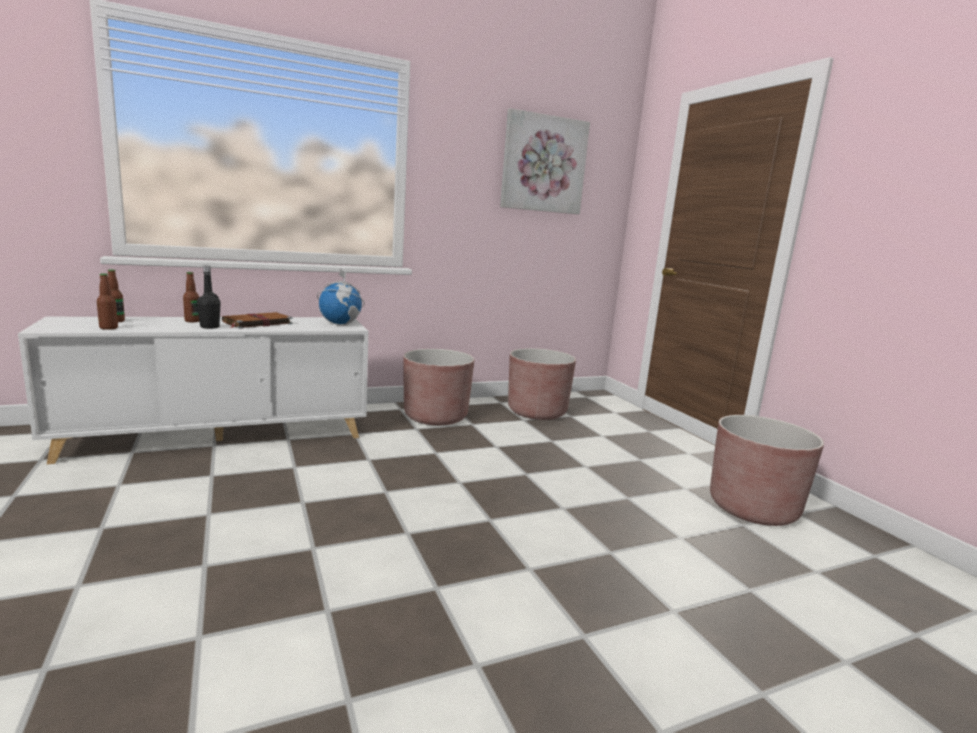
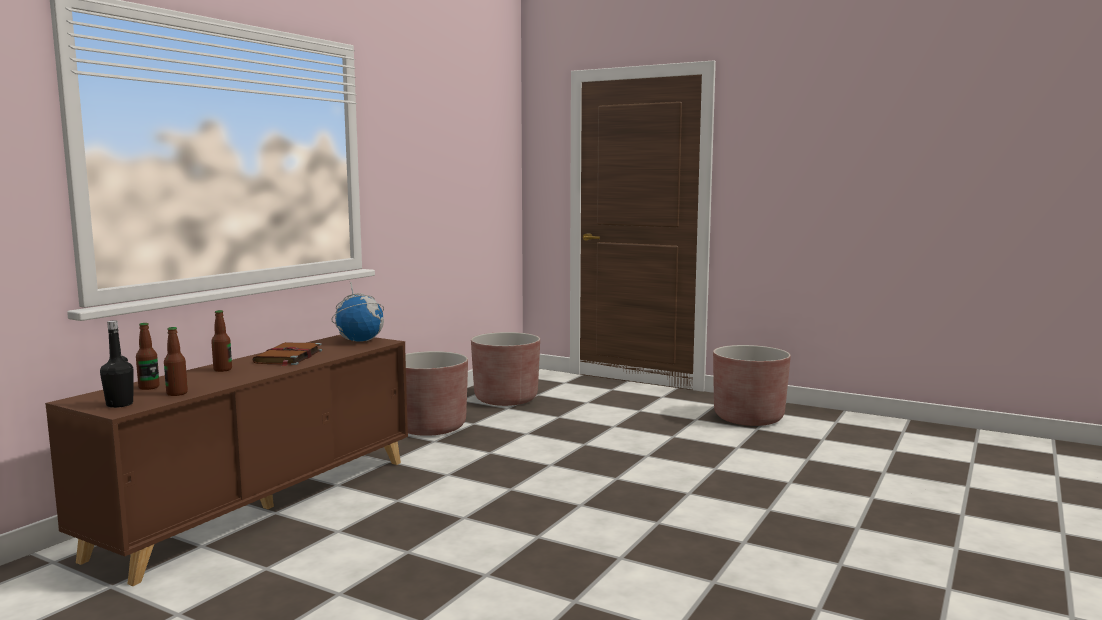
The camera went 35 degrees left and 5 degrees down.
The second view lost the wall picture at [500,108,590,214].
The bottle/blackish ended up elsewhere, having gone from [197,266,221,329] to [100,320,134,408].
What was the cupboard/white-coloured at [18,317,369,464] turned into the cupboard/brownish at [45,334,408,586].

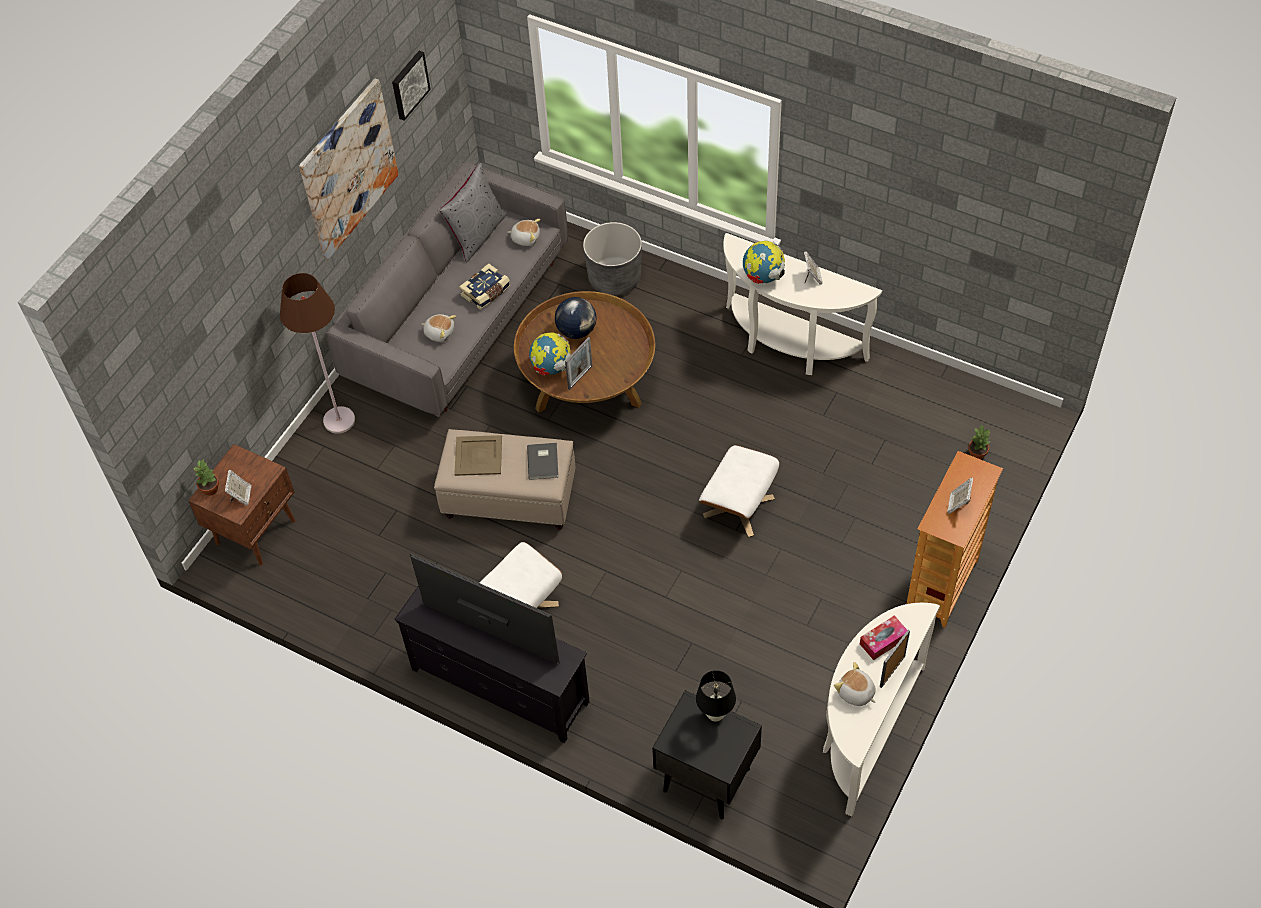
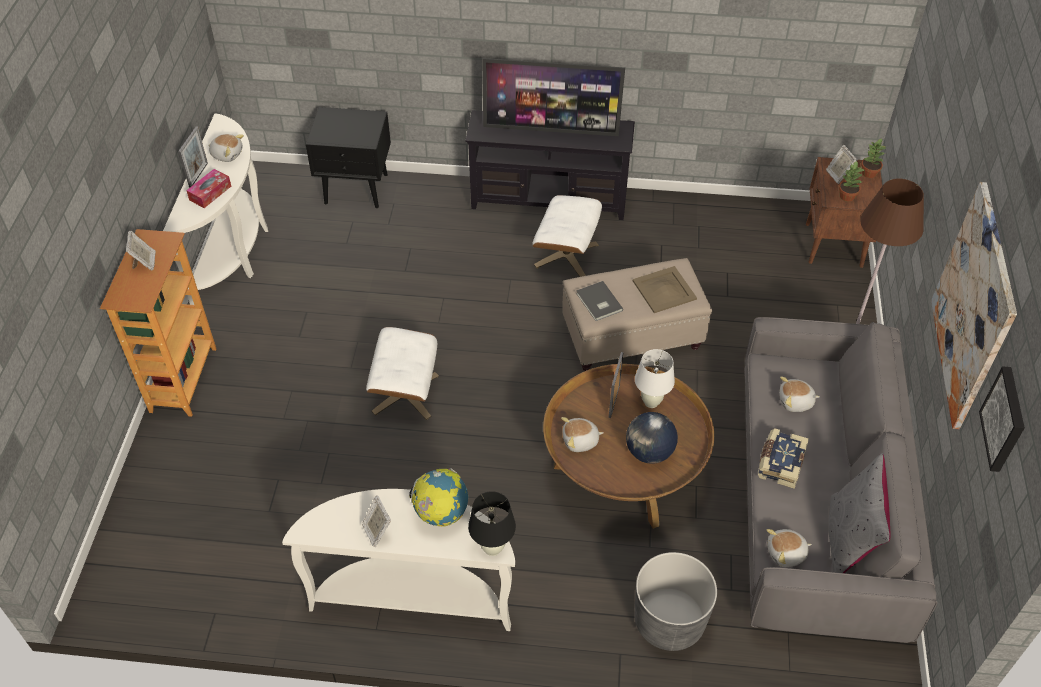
The camera went 155 degrees right and 5 degrees down.
The second view gained the plush toy at [561,417,604,452].
The lamp for a table/blackish ended up elsewhere, having gone from [696,670,736,722] to [468,491,516,556].
The plant in a pot ended up elsewhere, having gone from [968,425,990,460] to [839,161,864,202].
Where the world globe stood at [529,332,571,376], the lamp for a table/white-coloured came to stand at [635,349,675,408].

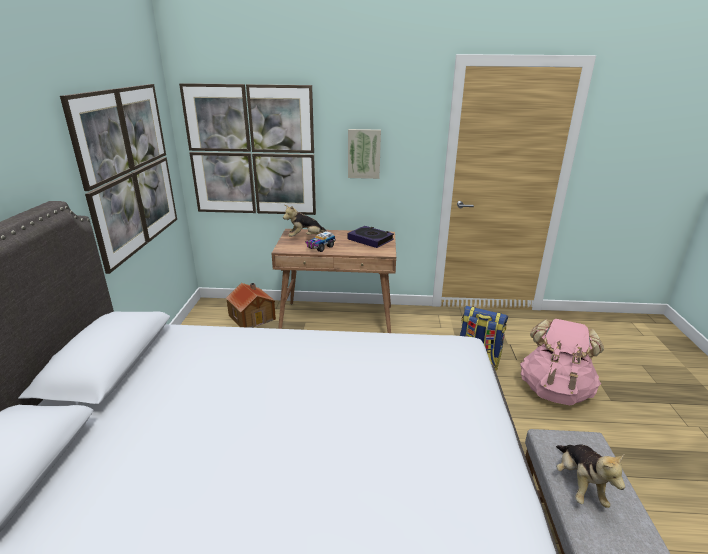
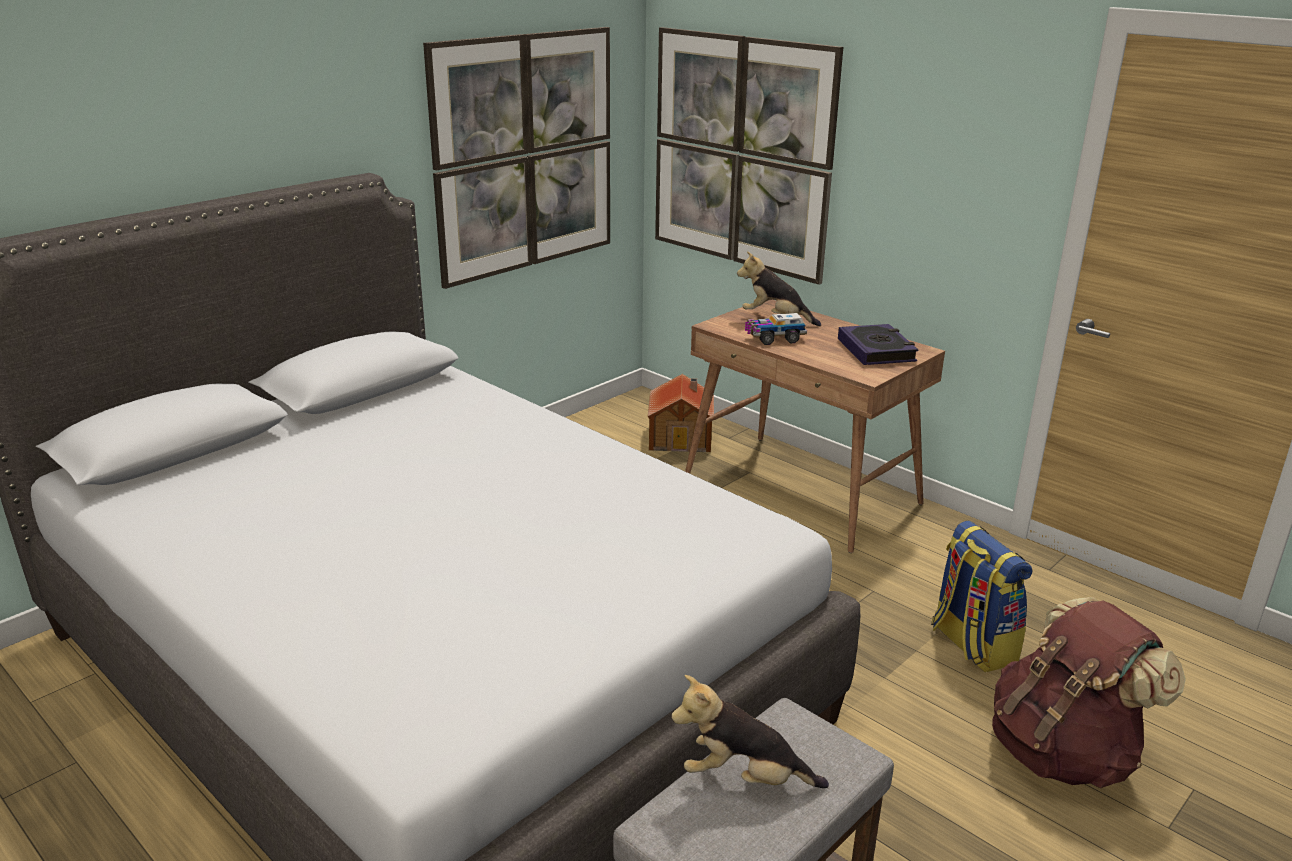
The camera went 40 degrees right and 0 degrees up.
The second view lost the wall picture at [348,129,381,179].
What was the backpack/pink-coloured at [520,319,604,405] turned into the backpack/brownish at [992,597,1186,788].
The plush toy at [556,444,625,508] ended up facing another way, 60 degrees clockwise from before.

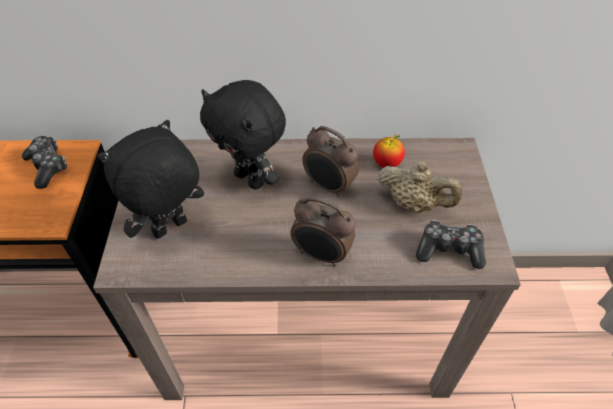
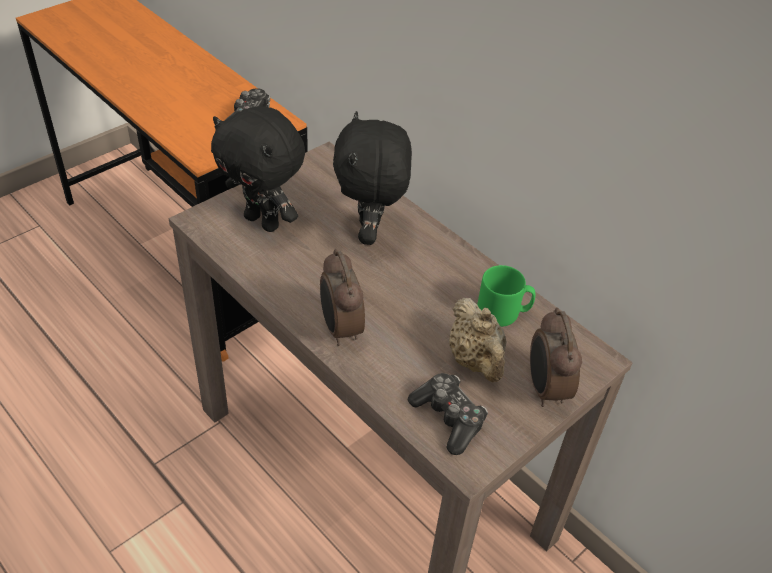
The camera went 45 degrees right and 5 degrees down.
The alarm clock ended up elsewhere, having gone from [302,126,359,198] to [530,308,582,407].
Where the apple stood at [373,134,405,168], the coffee mug/green-coloured came to stand at [477,265,536,327].
The plush toy/blackish at [97,120,204,239] ended up facing another way, 150 degrees counterclockwise from before.

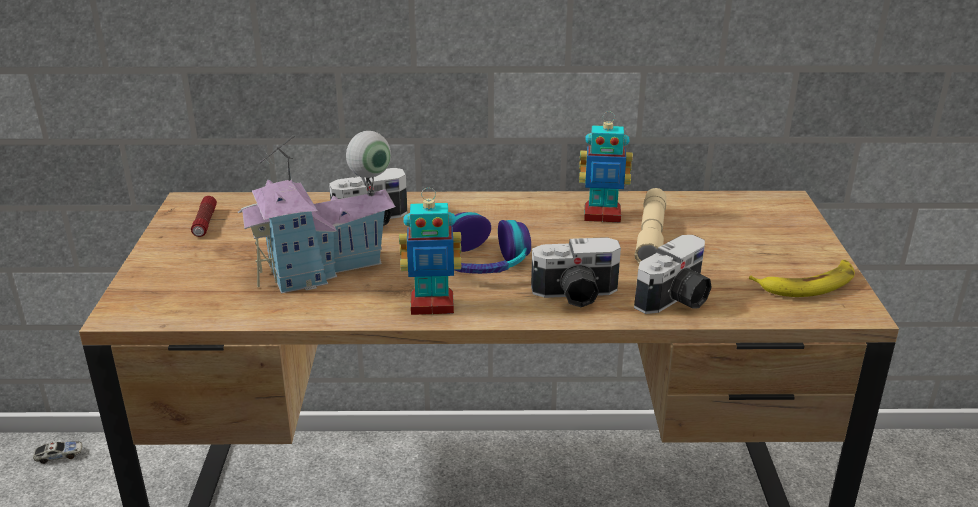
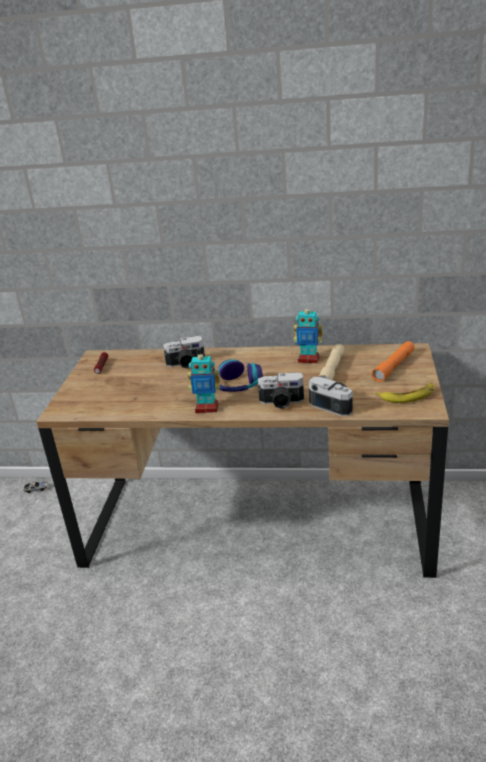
The camera went 10 degrees right and 0 degrees up.
The second view lost the model house at [238,131,395,293].
The second view gained the flashlight/orange at [371,341,415,382].
The photo camera at [634,235,712,314] ended up facing another way, 105 degrees counterclockwise from before.

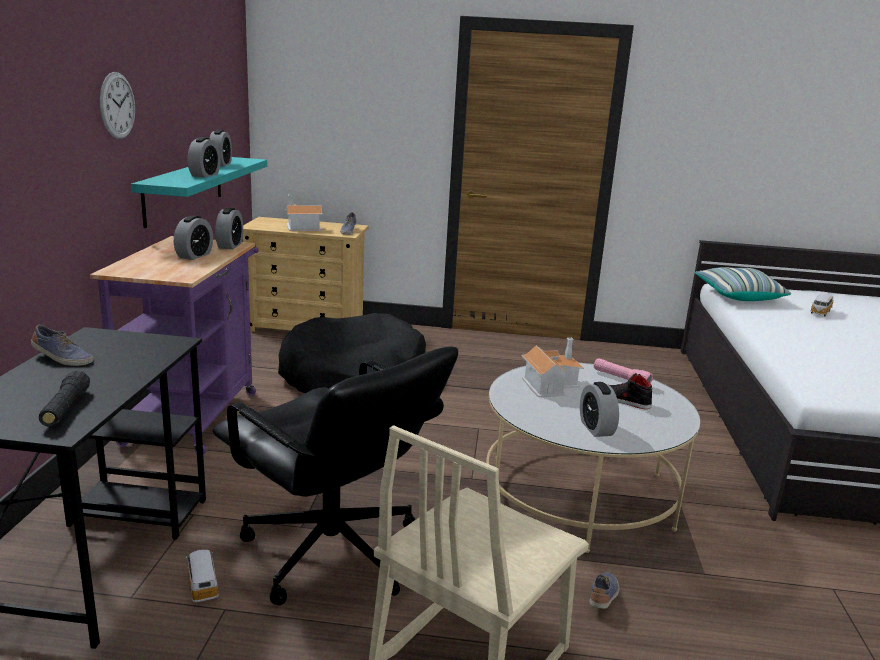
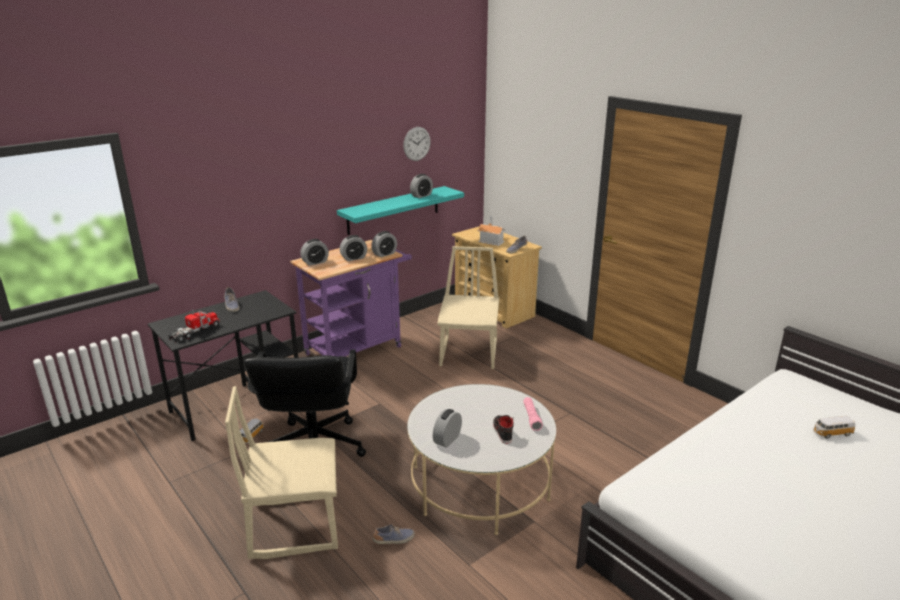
The camera went 45 degrees right and 5 degrees up.
The second view lost the model house at [522,338,584,397].
The second view lost the cushion at [694,267,791,301].
The wall clock ended up elsewhere, having gone from [100,72,135,139] to [403,127,431,161].
The alarm clock ended up elsewhere, having gone from [188,137,221,178] to [300,239,329,266].
Where the flashlight/blackish stood at [39,371,90,427], the toy lorry came to stand at [168,309,220,343].
Where the pet bed/blackish stood at [278,313,426,393], the upright chair/sand-coloured came to stand at [437,246,499,369].

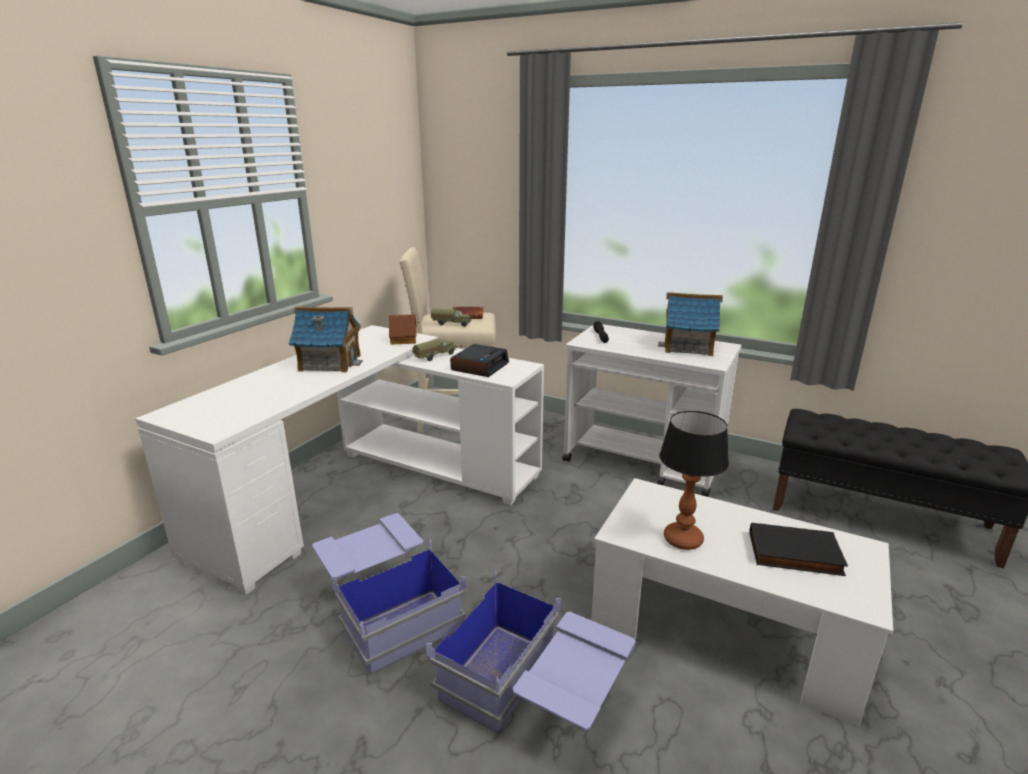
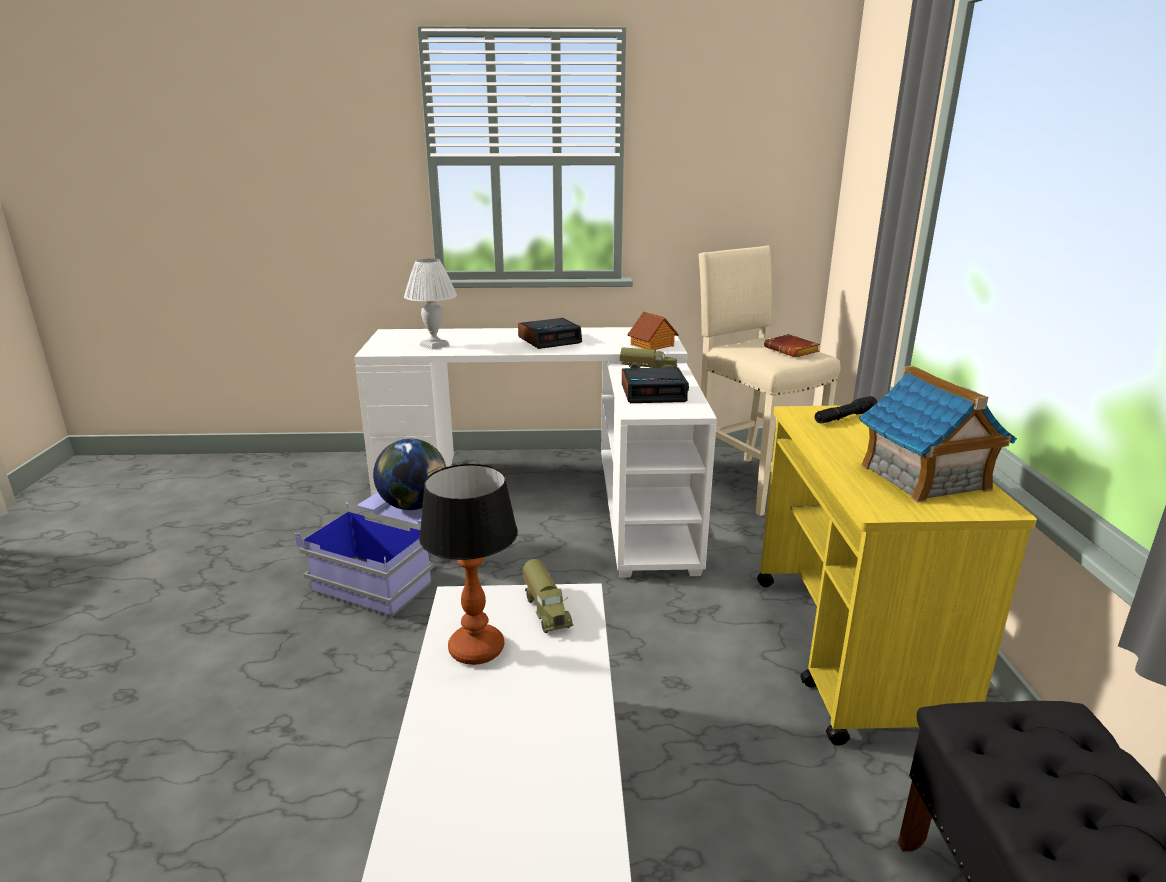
The camera went 60 degrees right and 0 degrees up.
The second view lost the storage box/blue at [426,571,635,733].
The second view lost the book/blackish at [749,523,848,576].
The second view gained the world globe at [373,439,446,510].
The second view gained the lamp for a table/white-coloured at [404,258,457,350].
The toy lorry ended up elsewhere, having gone from [431,308,471,327] to [522,559,573,633].
Where the model house stood at [289,306,363,372], the alarm clock came to stand at [518,318,582,349].
What was the cart/white-coloured at [562,324,742,497] turned into the cart/yellowish at [757,406,1037,746].

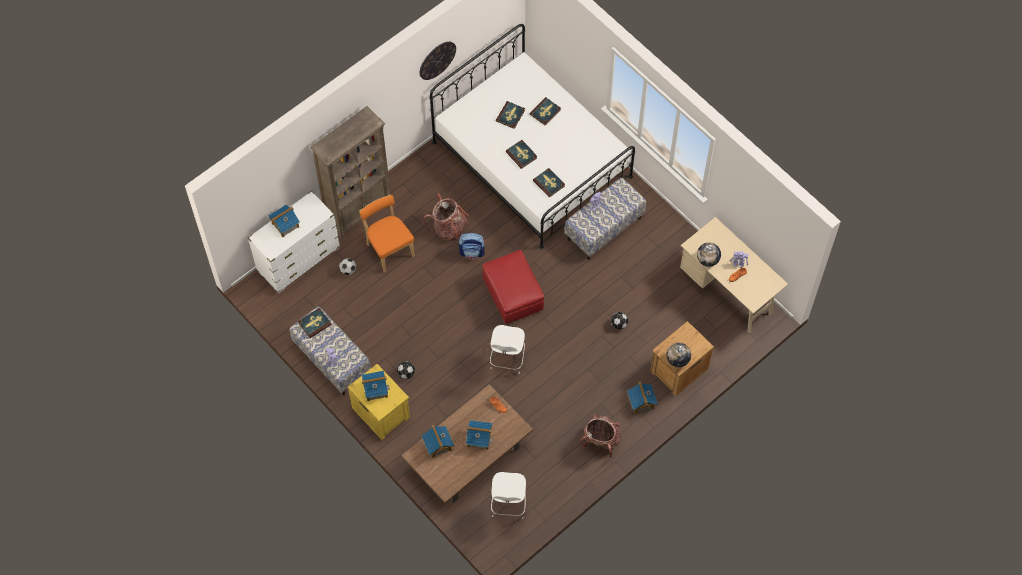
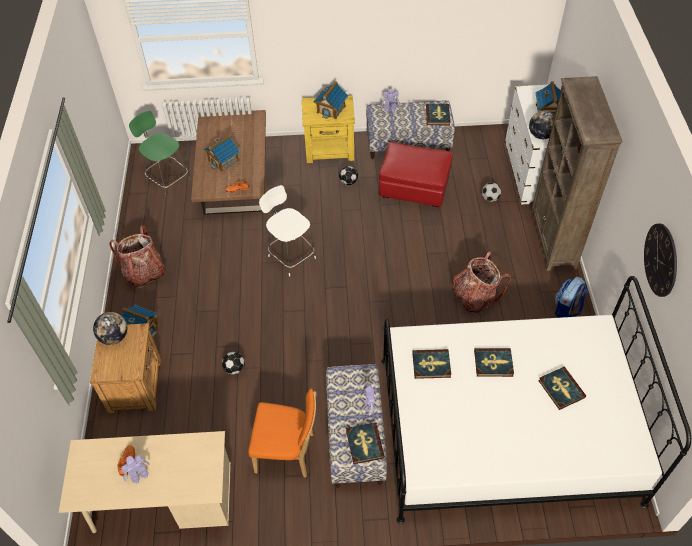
The camera went 130 degrees right and 10 degrees down.
The second view lost the model house at [421,425,454,458].
The upright chair/orange ended up elsewhere, having gone from [359,195,415,272] to [248,389,317,478].
The backpack ended up elsewhere, having gone from [459,233,485,259] to [554,277,588,318].
The ottoman/reddish ended up elsewhere, having gone from [483,250,544,324] to [379,142,453,207].
The book ended up elsewhere, having gone from [530,97,561,126] to [346,422,385,464].
The world globe ended up elsewhere, having gone from [697,242,721,267] to [529,111,555,139].
What was the upright chair/white-coloured at [491,472,526,519] turned into the upright chair/green-coloured at [129,111,191,197].

